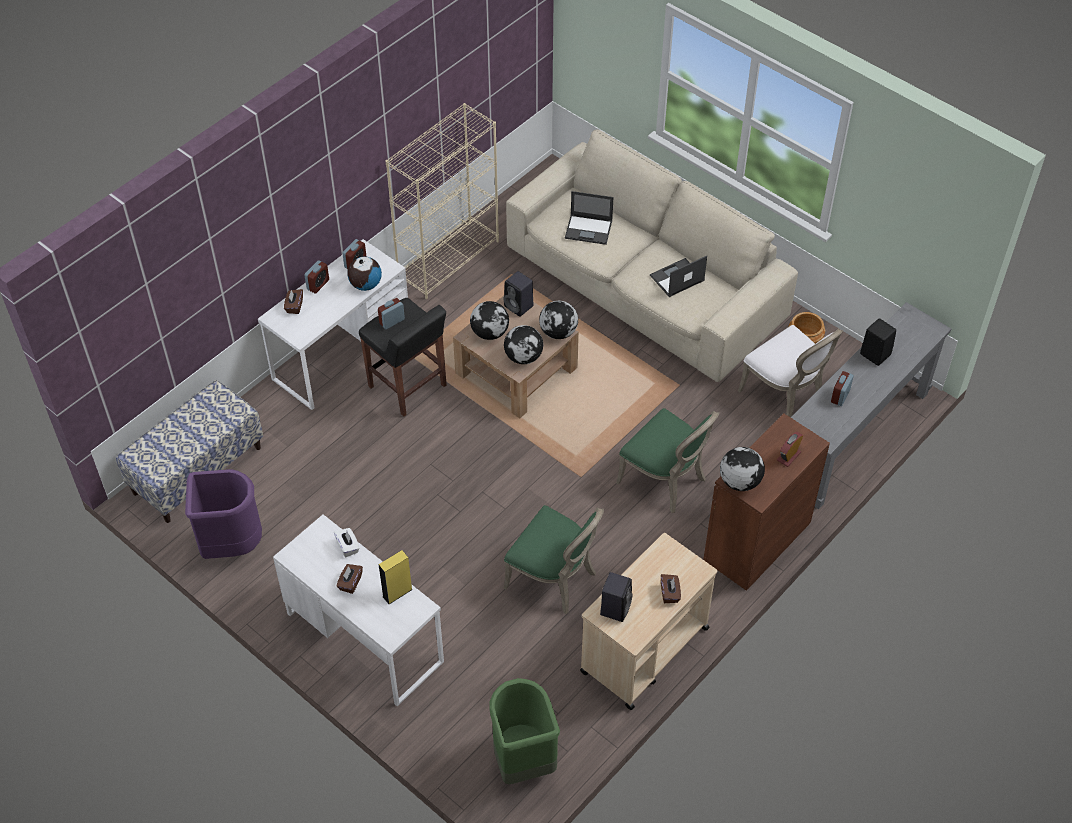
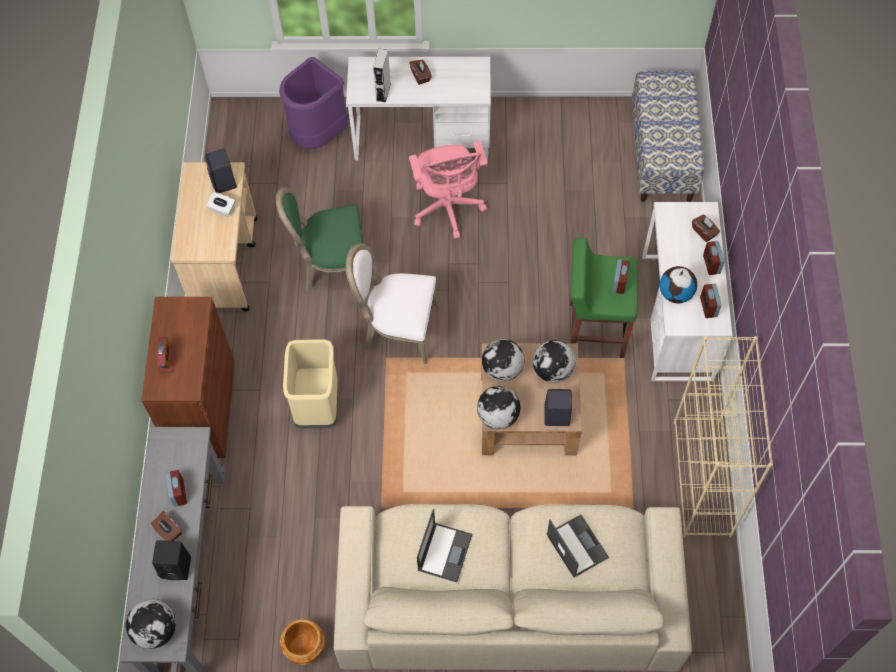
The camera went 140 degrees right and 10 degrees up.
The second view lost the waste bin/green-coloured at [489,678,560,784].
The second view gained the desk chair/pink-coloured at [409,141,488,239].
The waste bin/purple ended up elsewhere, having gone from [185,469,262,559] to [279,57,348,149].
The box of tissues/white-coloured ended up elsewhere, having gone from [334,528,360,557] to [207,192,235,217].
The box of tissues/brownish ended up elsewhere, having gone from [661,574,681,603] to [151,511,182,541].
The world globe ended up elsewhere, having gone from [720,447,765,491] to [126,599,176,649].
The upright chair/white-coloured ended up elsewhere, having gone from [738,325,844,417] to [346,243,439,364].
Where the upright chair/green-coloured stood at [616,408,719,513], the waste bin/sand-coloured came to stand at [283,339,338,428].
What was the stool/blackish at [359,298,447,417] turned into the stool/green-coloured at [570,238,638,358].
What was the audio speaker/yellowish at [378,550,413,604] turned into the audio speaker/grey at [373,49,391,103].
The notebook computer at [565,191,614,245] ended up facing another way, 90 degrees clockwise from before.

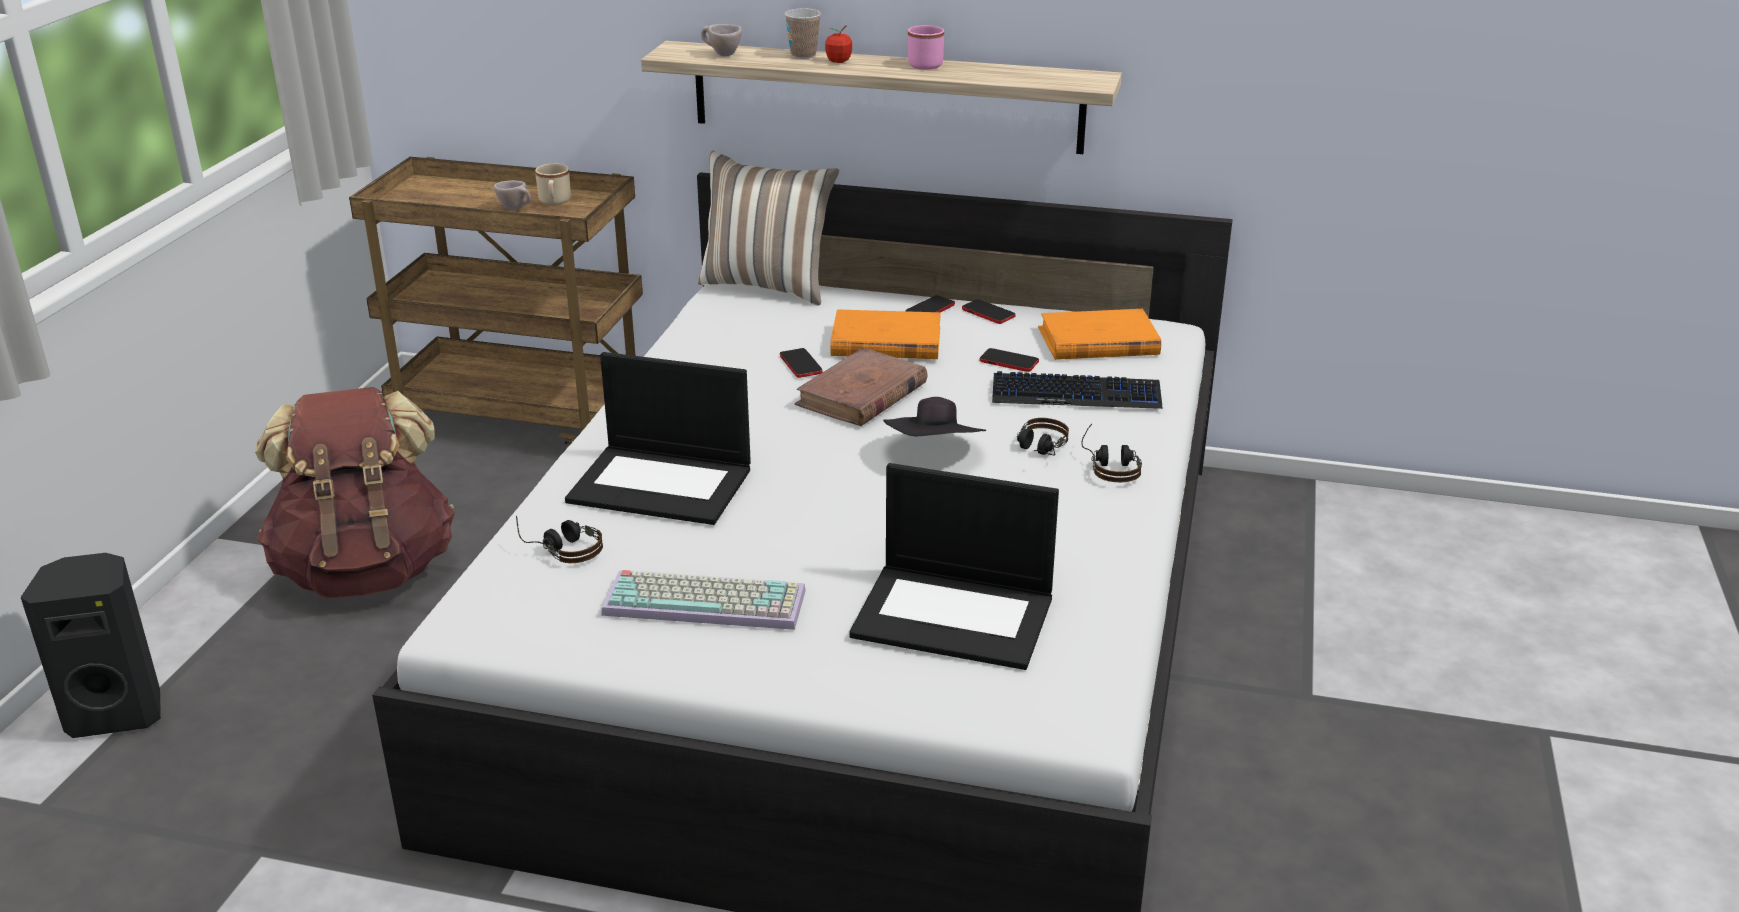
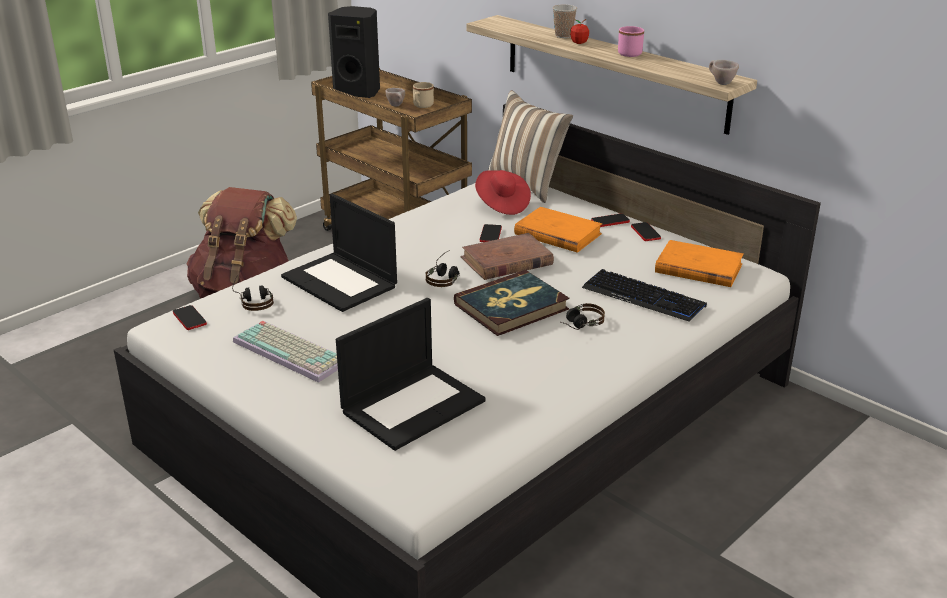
The camera went 30 degrees right and 0 degrees up.
The second view gained the wearable hat/reddish at [475,170,531,215].
The audio speaker/blackish ended up elsewhere, having gone from [21,553,161,738] to [328,6,380,98].
The drinking cup/sand-coloured ended up elsewhere, having gone from [701,24,742,56] to [709,60,739,85].
The handset ended up elsewhere, having gone from [979,348,1039,372] to [173,305,207,330].
The pair of headphones ended up elsewhere, having gone from [1081,424,1142,482] to [425,250,459,287].
Where the wearable hat/blackish stood at [883,397,986,437], the book came to stand at [454,270,569,336].
The notebook computer at [849,463,1059,670] ended up facing another way, 90 degrees counterclockwise from before.

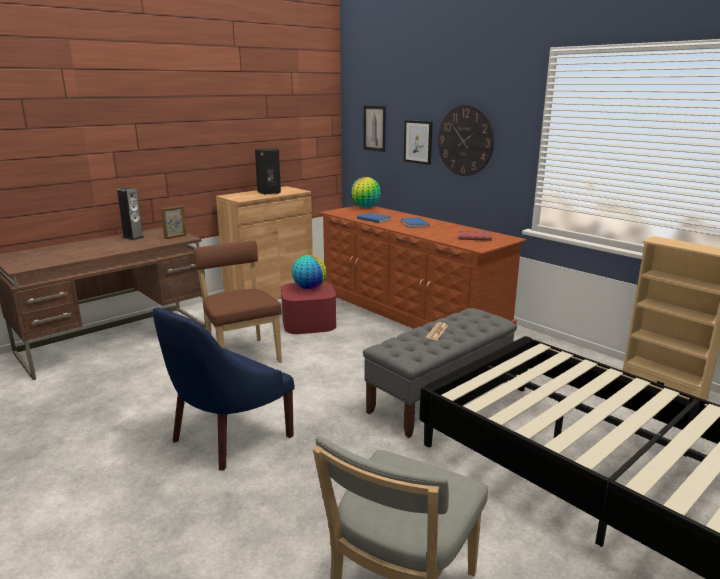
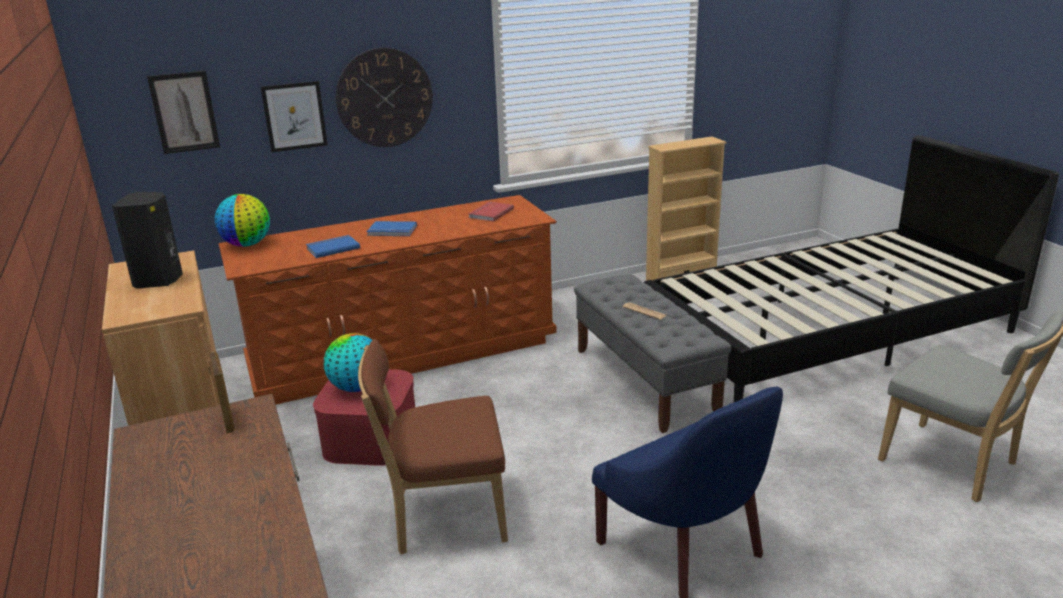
The camera went 70 degrees left and 5 degrees up.
The second view lost the audio speaker at [117,187,145,240].

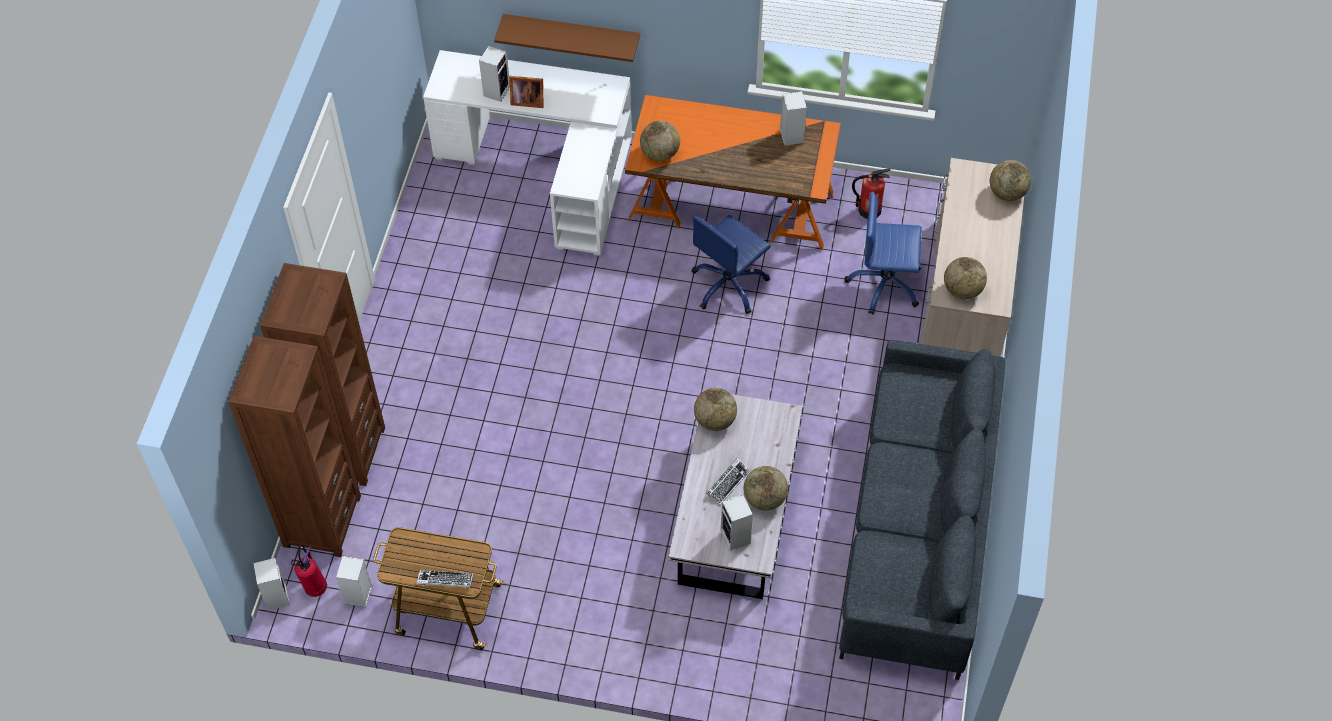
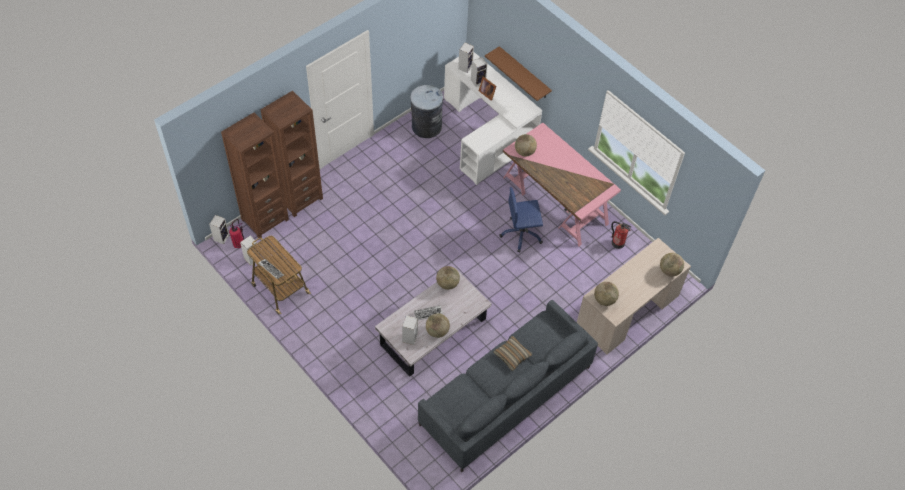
The camera went 35 degrees right and 0 degrees up.
The second view lost the desk chair/blue at [844,192,921,314].
The second view gained the waste bin/grey at [410,85,443,138].
The second view gained the cushion at [493,336,533,371].
The audio speaker ended up elsewhere, having gone from [780,91,807,146] to [458,43,474,73].
What was the desk/orange at [625,95,841,250] turned into the desk/pink-coloured at [503,123,621,247].

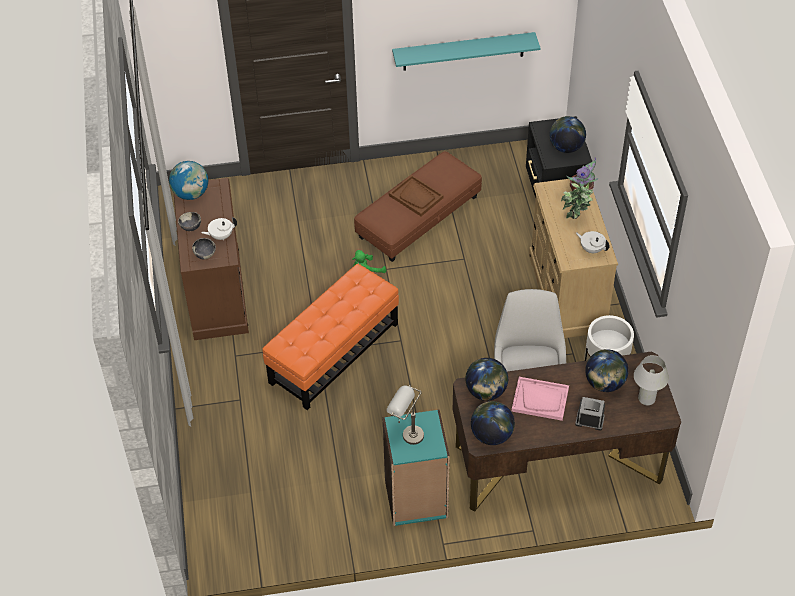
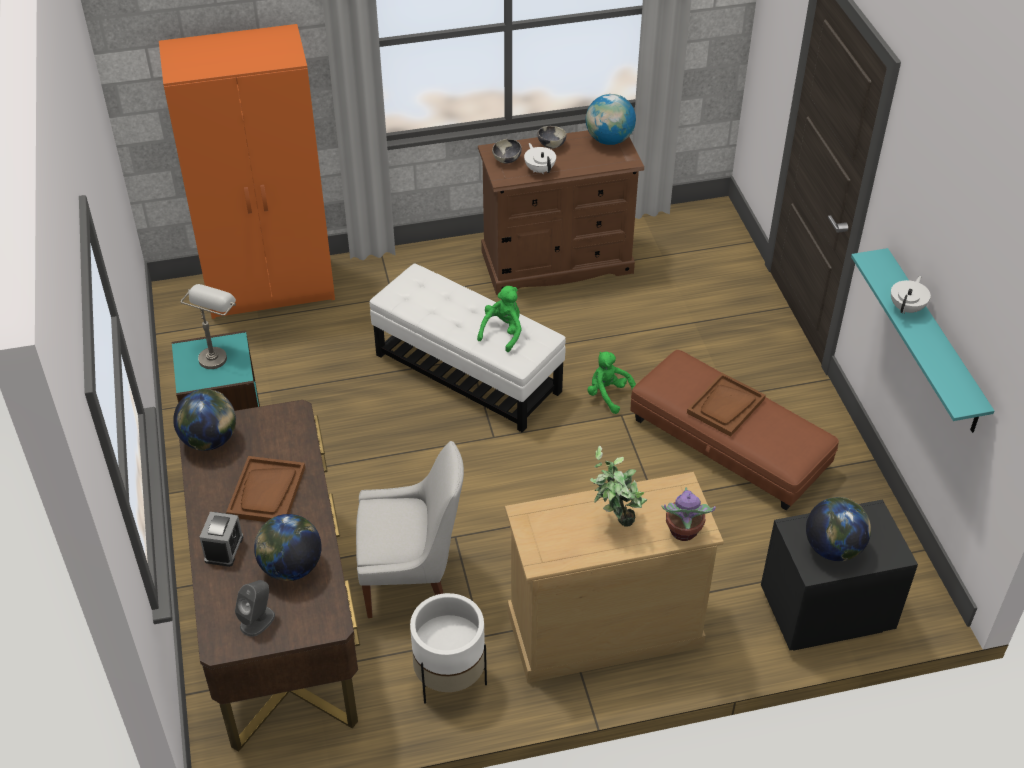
The camera went 85 degrees right and 5 degrees down.
The second view lost the world globe at [465,358,508,401].
The second view gained the armoire/orange at [159,24,335,319].
The second view gained the plush toy/green-coloured at [477,286,522,352].
The teapot/white-coloured ended up elsewhere, having gone from [576,231,610,253] to [891,276,931,314].
Where the lamp for a table/white-coloured stood at [634,355,669,405], the audio speaker/grey came to stand at [235,580,275,637].
What was the ottoman/orange at [263,264,399,410] turned into the ottoman/white-coloured at [370,263,566,432].
What was the carrying tray/pink-coloured at [512,377,569,421] turned into the carrying tray/brownish at [226,456,305,522].

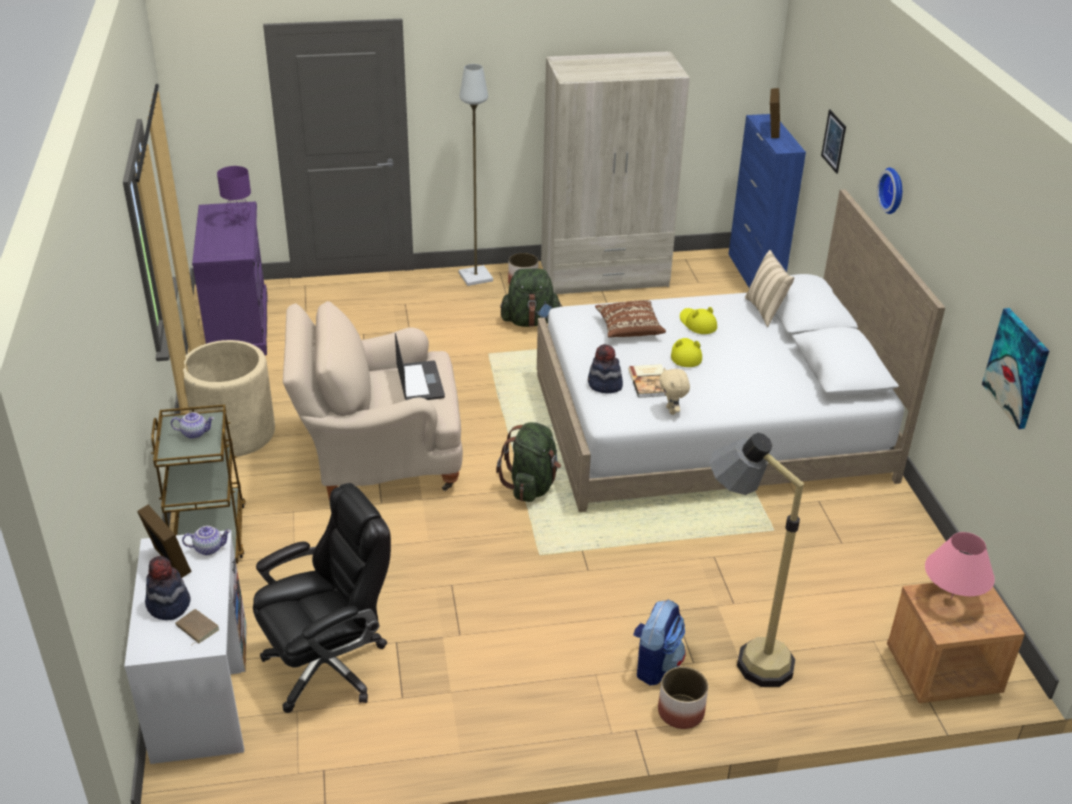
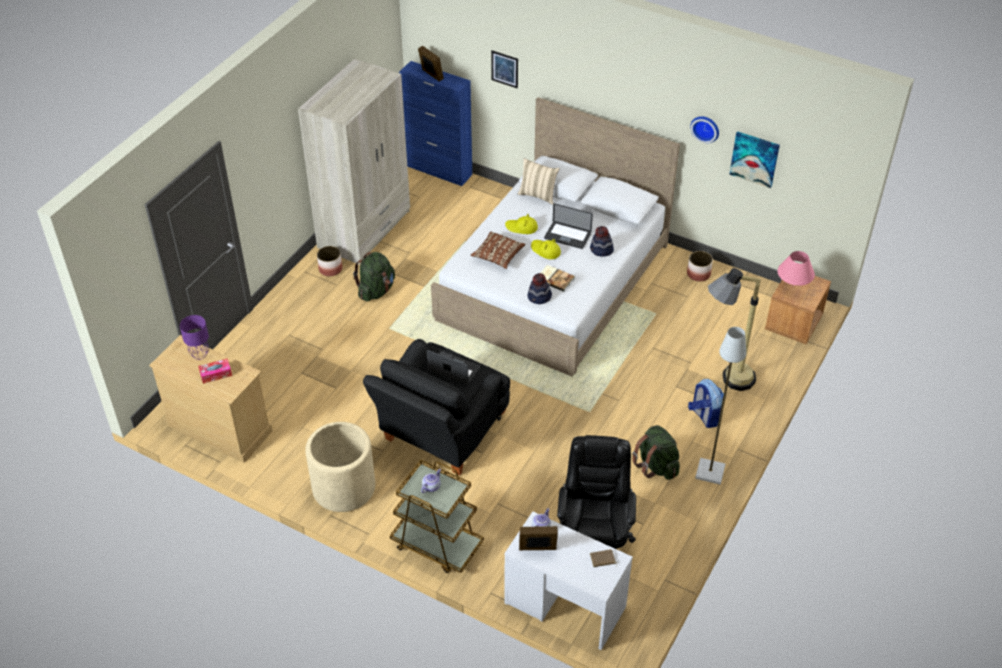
The camera went 50 degrees left and 10 degrees up.
The second view lost the plush toy/sand-coloured at [659,367,690,415].
The second view gained the box of tissues at [198,359,232,384].
The second view gained the notebook computer at [544,203,593,249].
The wearable hat ended up elsewhere, having gone from [145,556,191,620] to [590,226,614,257].
The floor lamp/grey ended up elsewhere, having gone from [459,64,493,286] to [695,327,746,485].
The backpack/green-coloured ended up elsewhere, having gone from [496,422,561,502] to [632,425,680,480].
The plant pot ended up elsewhere, having gone from [658,667,708,729] to [687,251,713,282].
The wall clock ended up elsewhere, having gone from [877,168,902,214] to [690,116,719,143].
What was the drawer chest/purple at [192,202,267,356] turned into the drawer chest/sand-coloured at [149,335,272,463].
What was the easy chair/sand-coloured at [283,301,463,502] turned into the easy chair/blackish at [363,339,510,476].

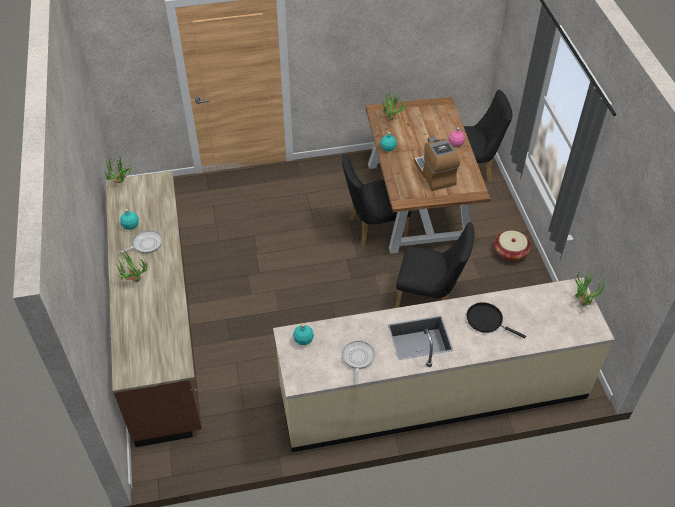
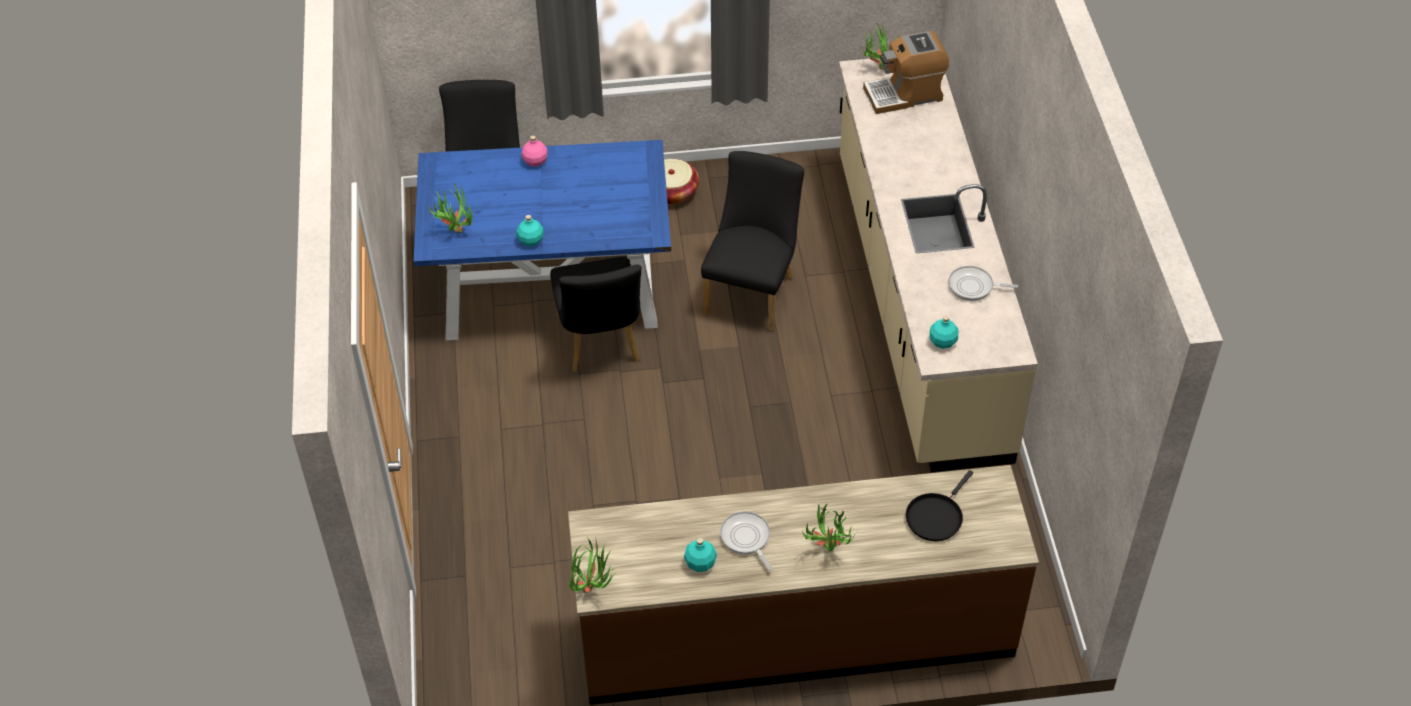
The camera went 85 degrees left and 0 degrees up.
The coffee maker ended up elsewhere, having gone from [414,137,460,191] to [863,31,949,114].
The pan/blackish ended up elsewhere, having gone from [467,302,526,339] to [906,470,973,541].
What was the kitchen table/brownish at [365,97,490,254] turned into the kitchen table/blue at [414,140,671,340].

